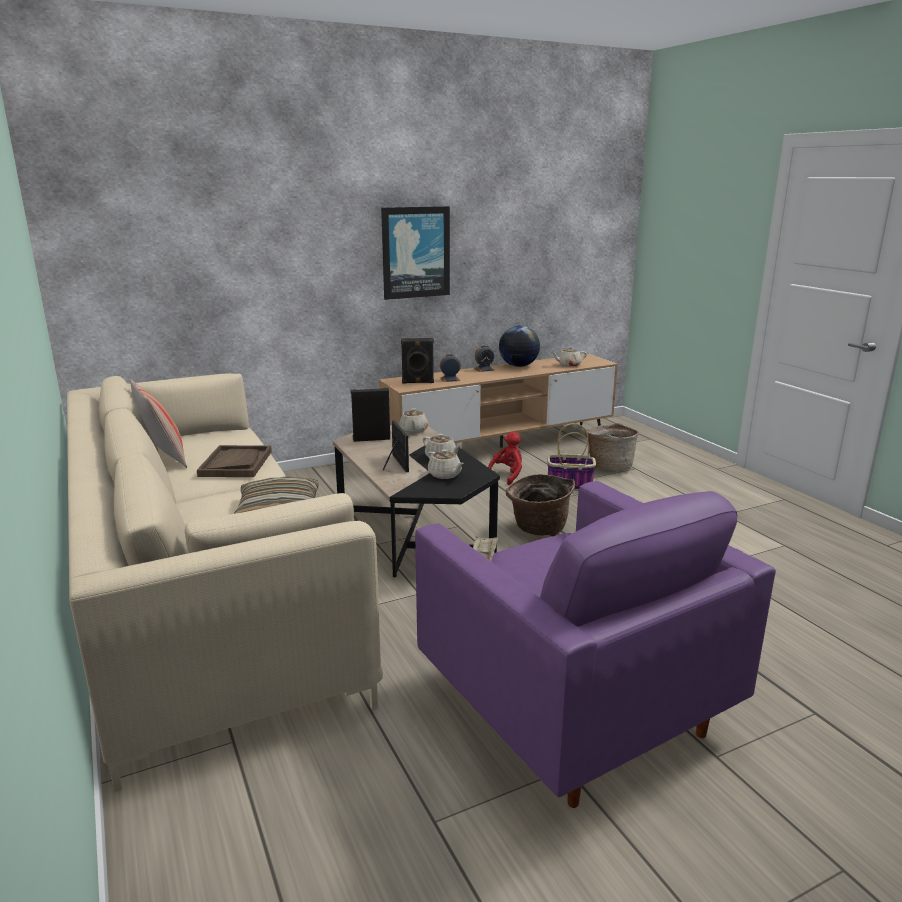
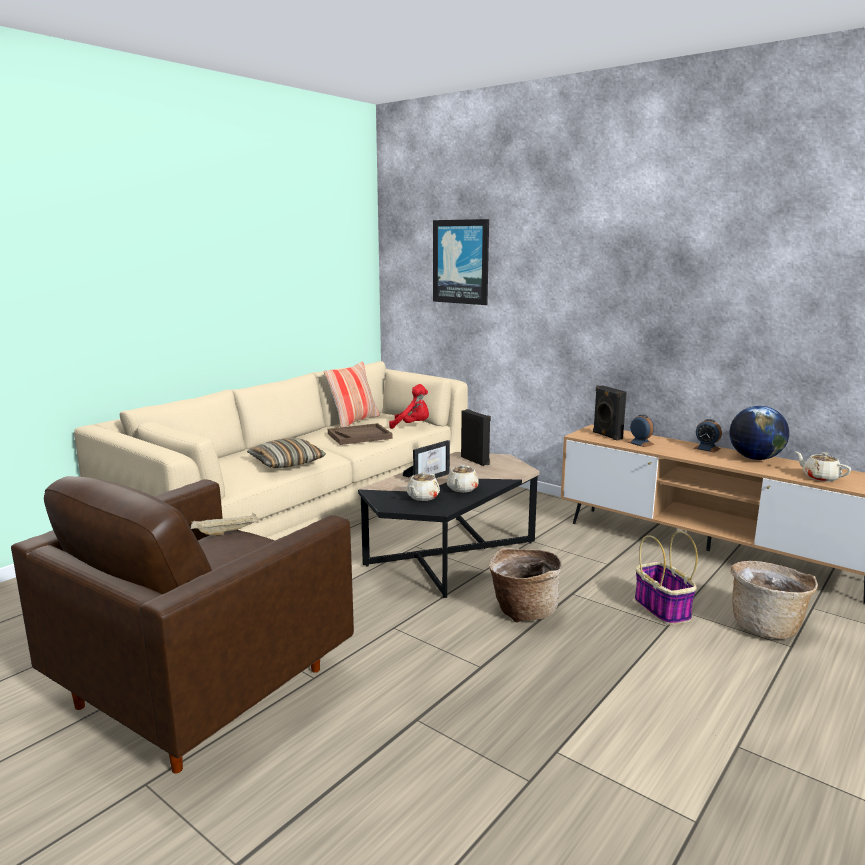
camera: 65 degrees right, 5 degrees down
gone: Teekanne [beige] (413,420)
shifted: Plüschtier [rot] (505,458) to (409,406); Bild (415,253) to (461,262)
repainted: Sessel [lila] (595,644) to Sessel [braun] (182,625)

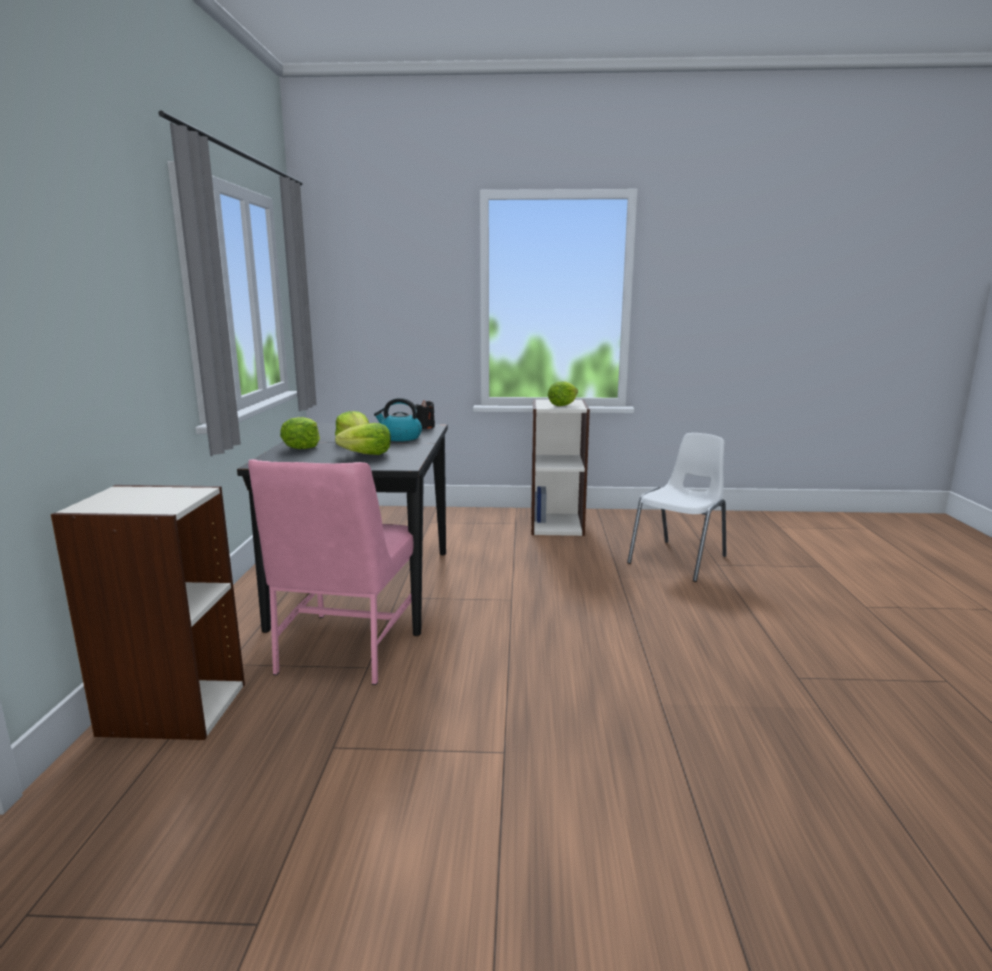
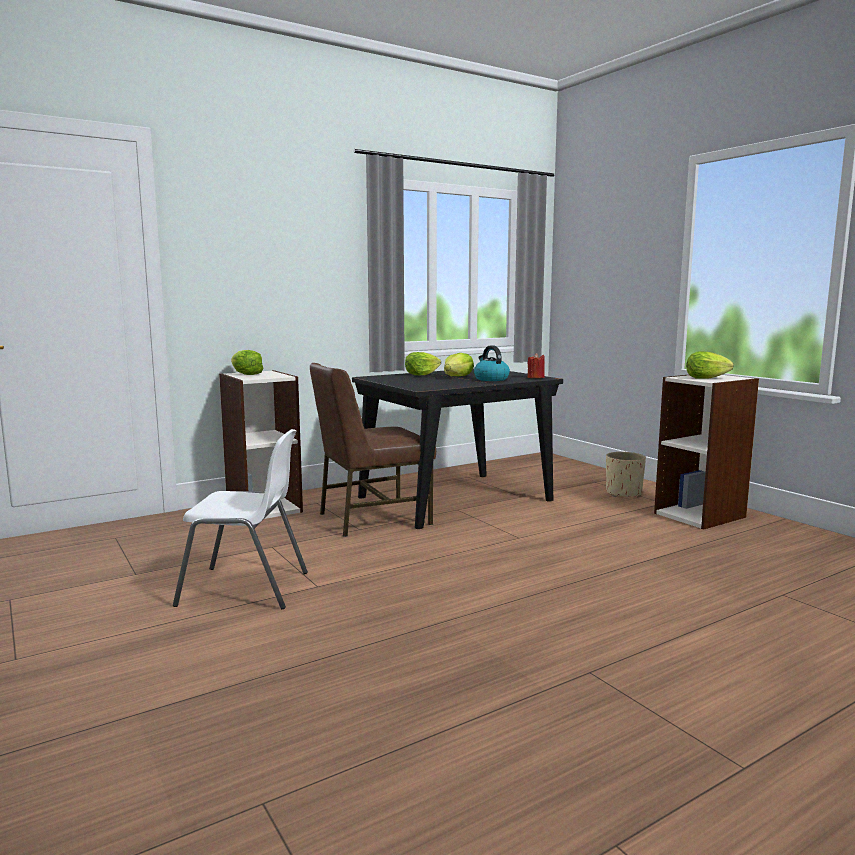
camera: 55 degrees right, 5 degrees down
new: Pflanzkübel [beige] (626,474)
shifted: Stuhl [weiß] (677,507) to (240,519); Salatkopf (363,439) to (247,362)
repainted: Stuhl [rosa] (331,572) to Stuhl [braun] (373,450); Kerze [schwarz] (425,414) to Kerze [rot] (536,365)

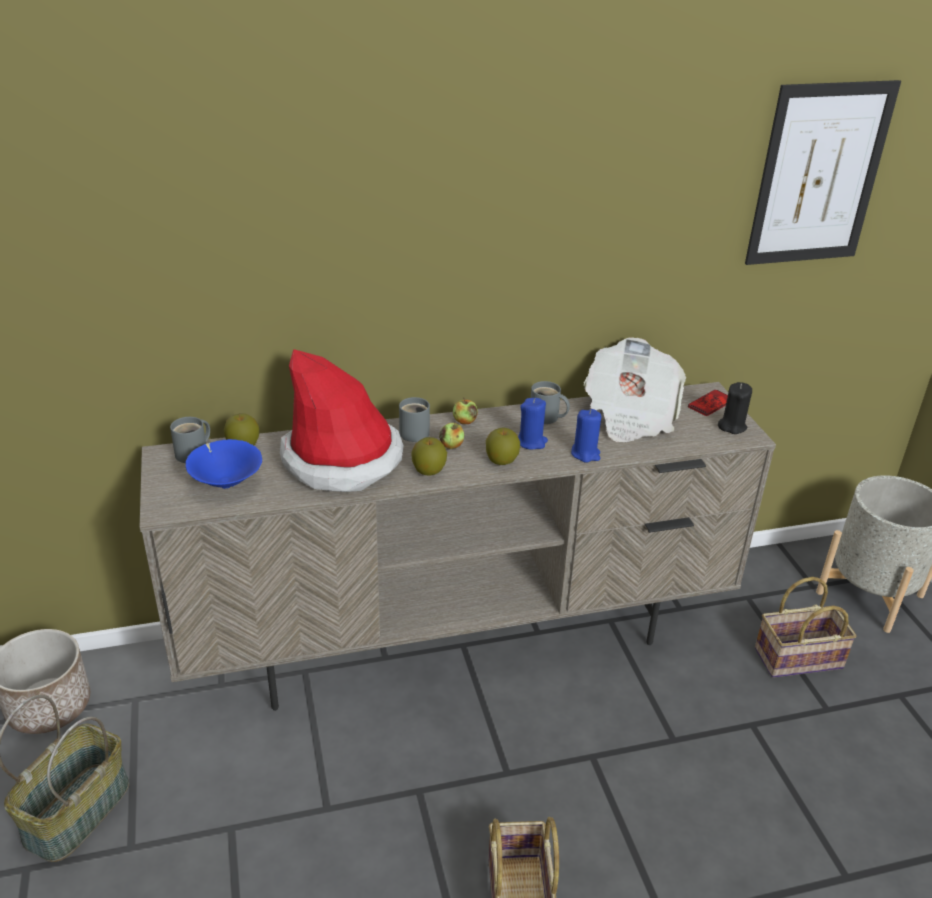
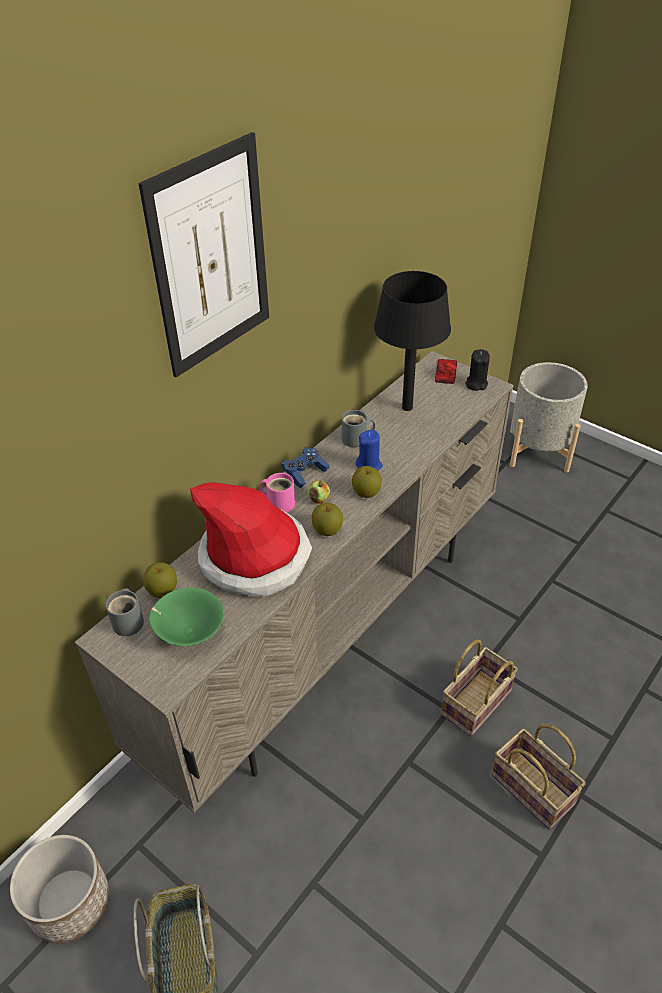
camera: 35 degrees left, 10 degrees up
gone: Kerze [blau] (586,435)
shifted: Bild (823,172) to (204,254); Korb (806,627) to (479,688)
swapped: Apfel (465,411) to Gamepad [blau] (306,467); Zeitung (635,389) to Tischlampe [schwarz] (412,341)
repainted: Schüssel [blau] (224,464) to Schüssel [grün] (186,616); Henkelbecher [grau] (414,419) to Henkelbecher [rosa] (277,492)

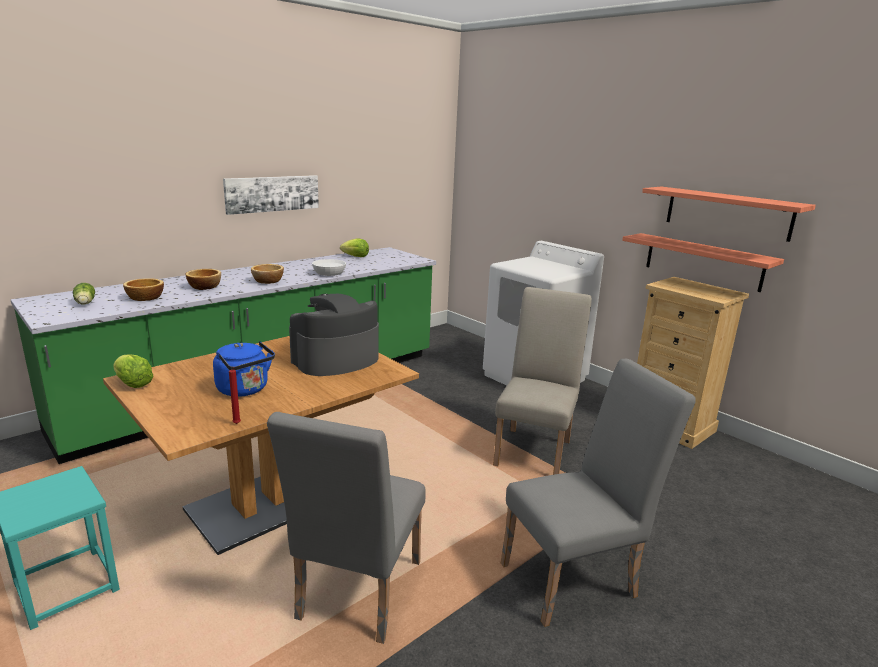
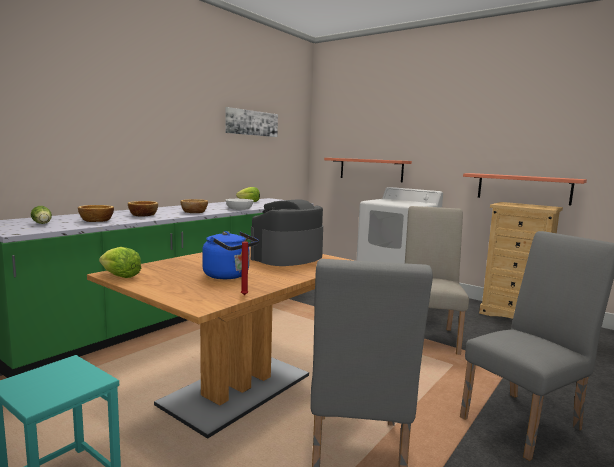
camera: 10 degrees left, 10 degrees down
shifted: Bild (271,195) to (251,122); Wandregal (729,214) to (368,170)

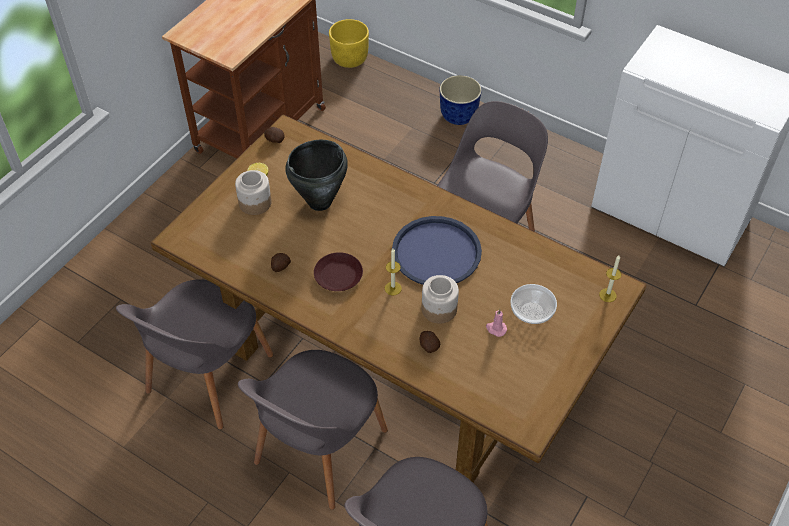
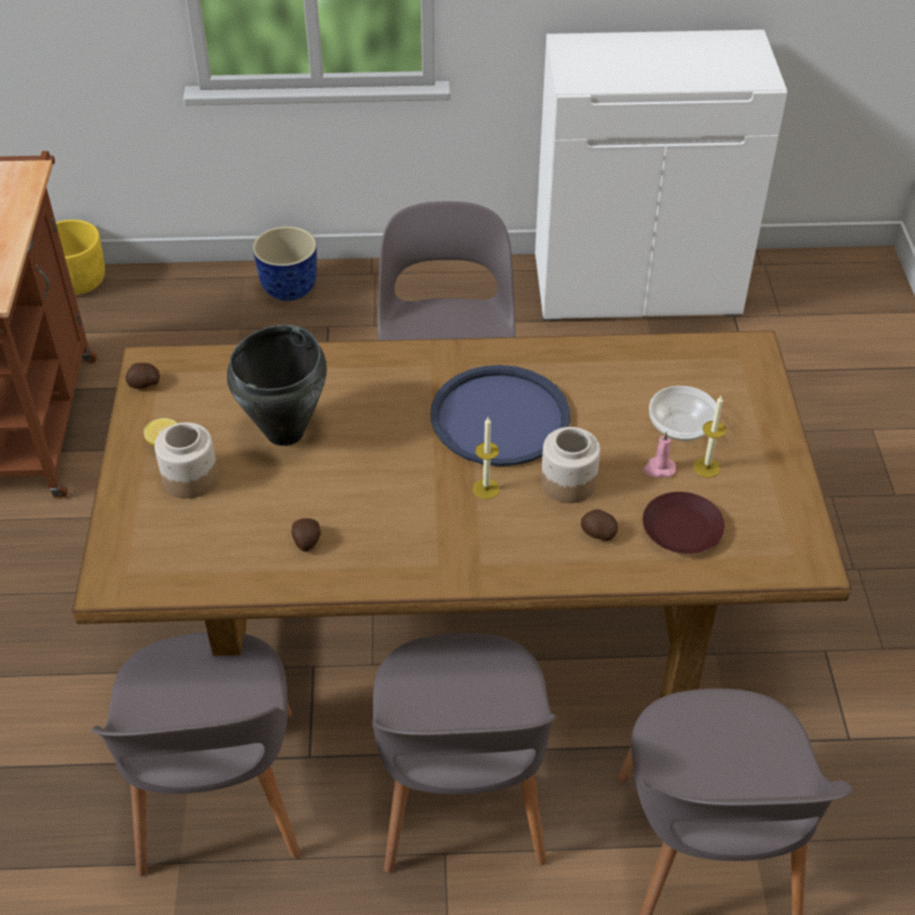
camera: 35 degrees left, 5 degrees down
shifted: Teller [braun] (338,271) to (684,523); Kerze (610,278) to (709,437)

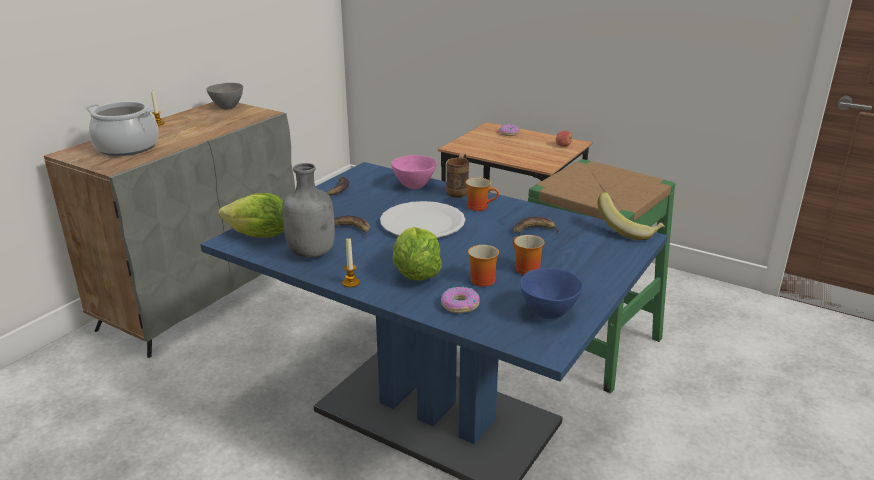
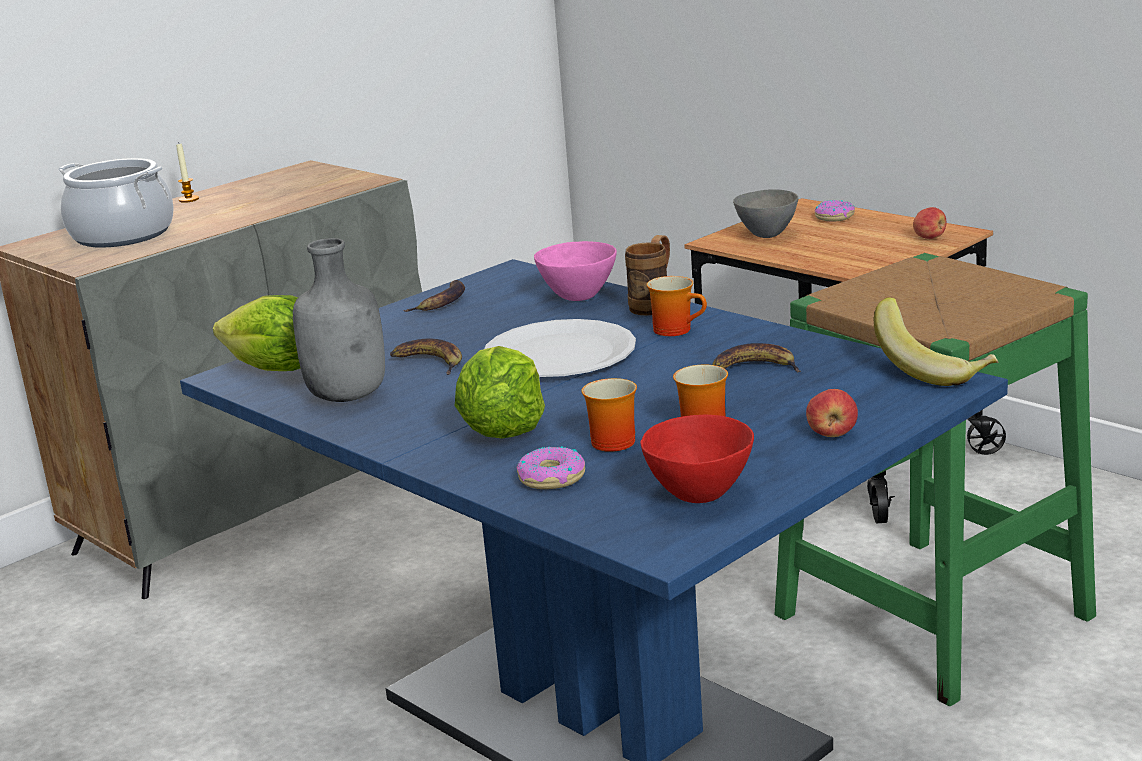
camera: 15 degrees right, 5 degrees down
gone: Kerze (351,263)
new: Apfel (832,413)
shifted: Schüssel [grau] (224,96) to (766,213)
repainted: Schüssel [blau] (551,293) to Schüssel [rot] (697,458)

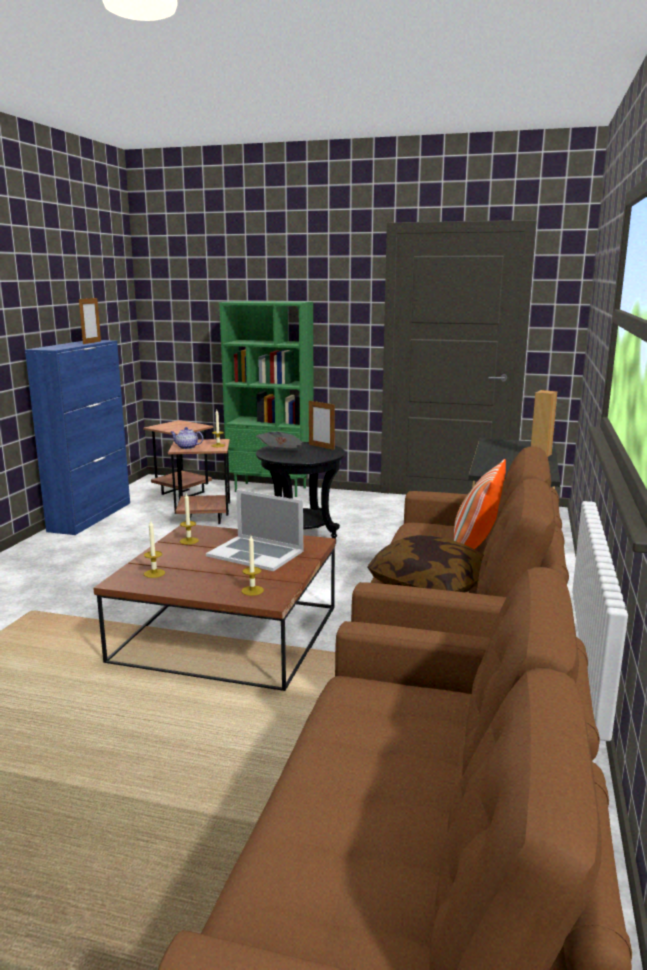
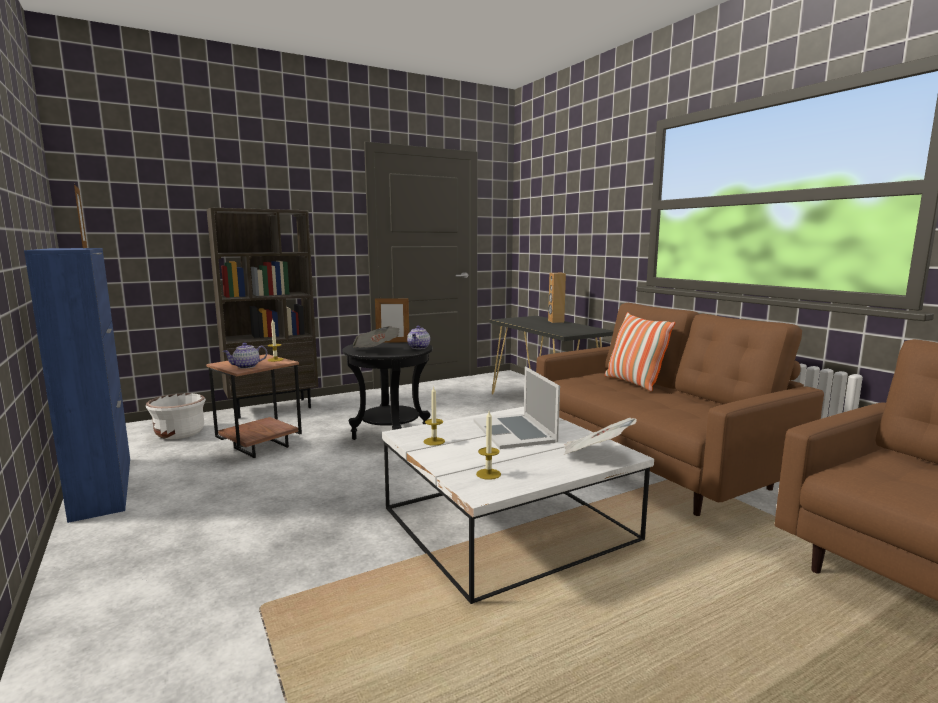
camera: 45 degrees left, 5 degrees down
gone: Kissen (425,564)
new: Teekanne (418,337)
swapped: Beistelltisch [braun] (178,458) to Pflanzkübel [weiß] (176,416); Kerze (253,566) to Zeitung (600,436)
repainted: Bücherregal [grün] (266,399) to Bücherregal [braun] (262,313); Couchtisch [braun] (214,608) to Couchtisch [weiß] (518,505)
rotated: Laptop (254,530) = (517,407) 90 degrees clockwise

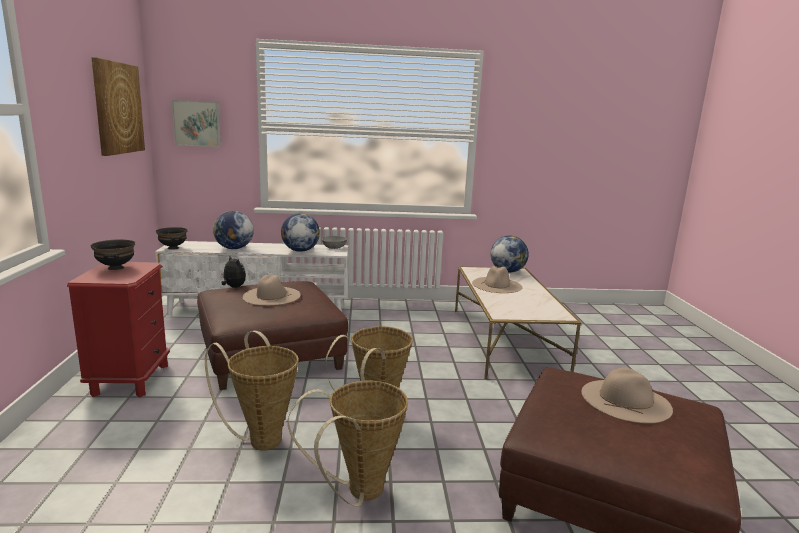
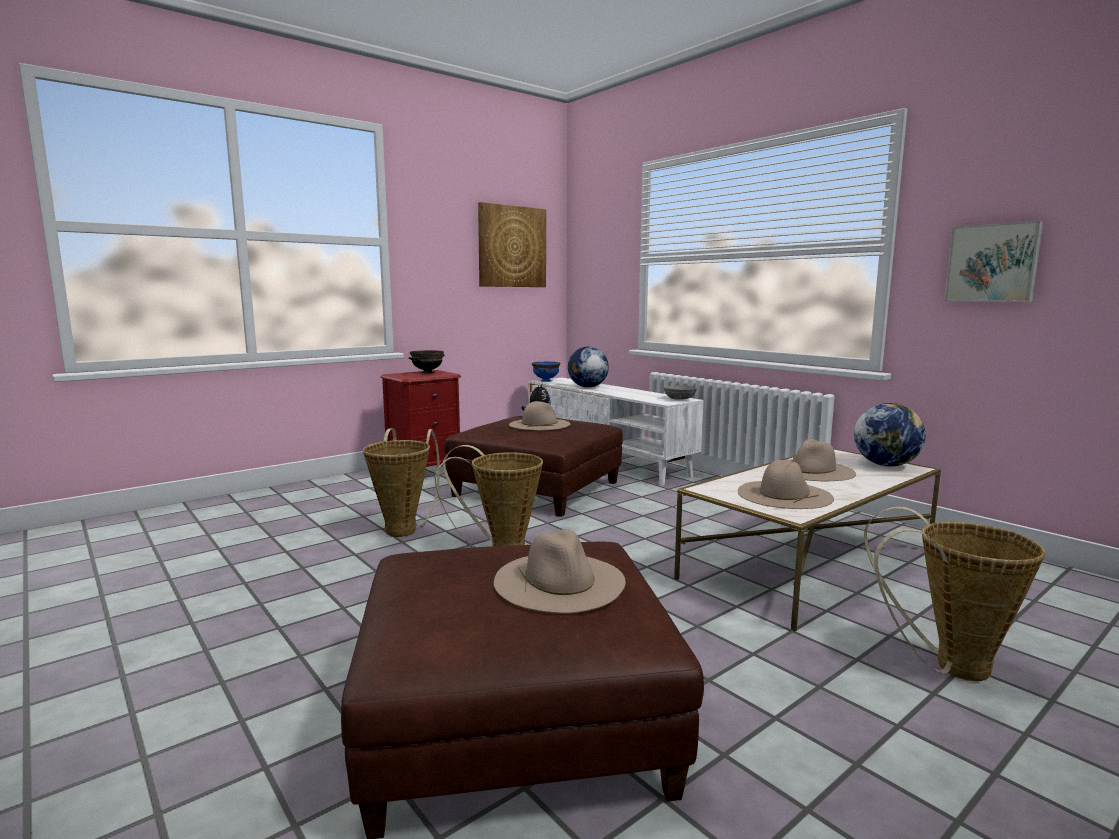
camera: 55 degrees right, 5 degrees down
gone: Globus (300,232)
new: Hut [beige] (786,484)
shifted: Korb (348,444) to (954,593); Bild (196,123) to (993,261)
repainted: Schüssel [schwarz] (172,238) to Schüssel [blau] (546,372)

